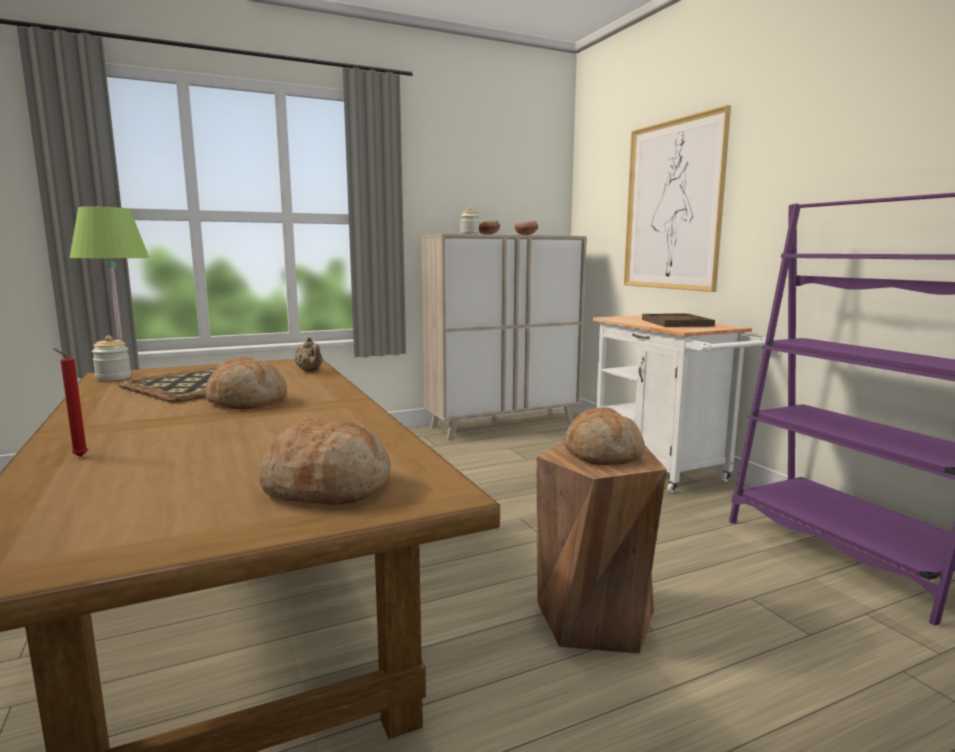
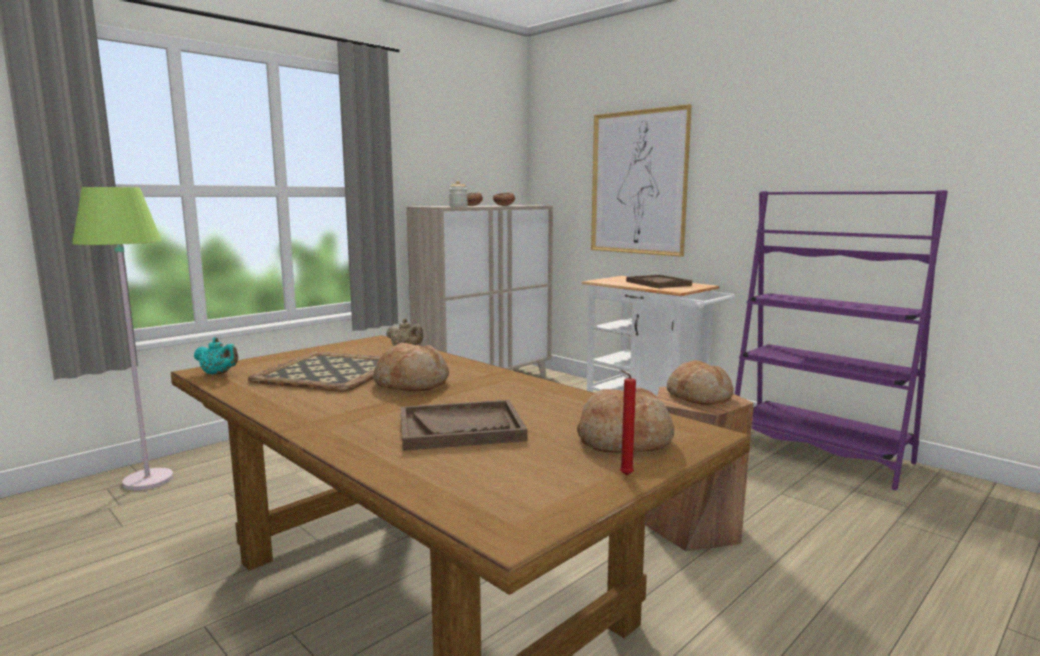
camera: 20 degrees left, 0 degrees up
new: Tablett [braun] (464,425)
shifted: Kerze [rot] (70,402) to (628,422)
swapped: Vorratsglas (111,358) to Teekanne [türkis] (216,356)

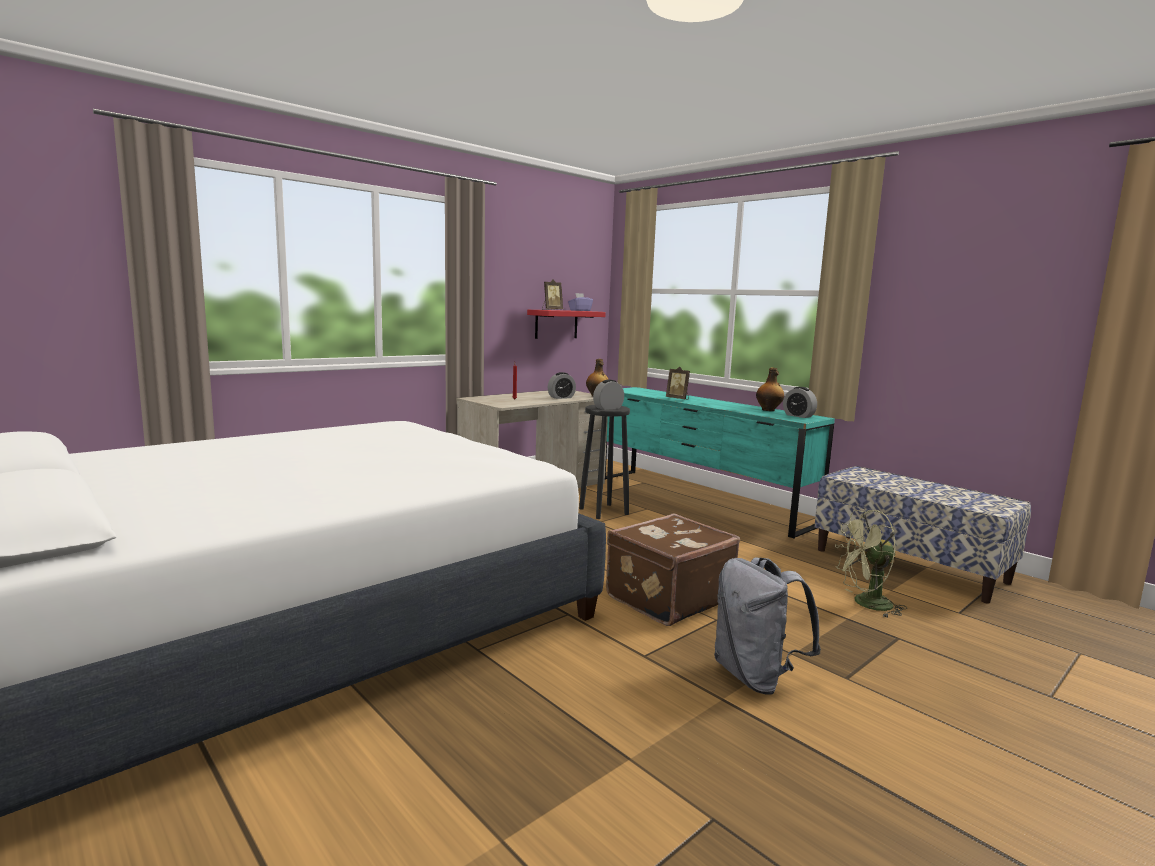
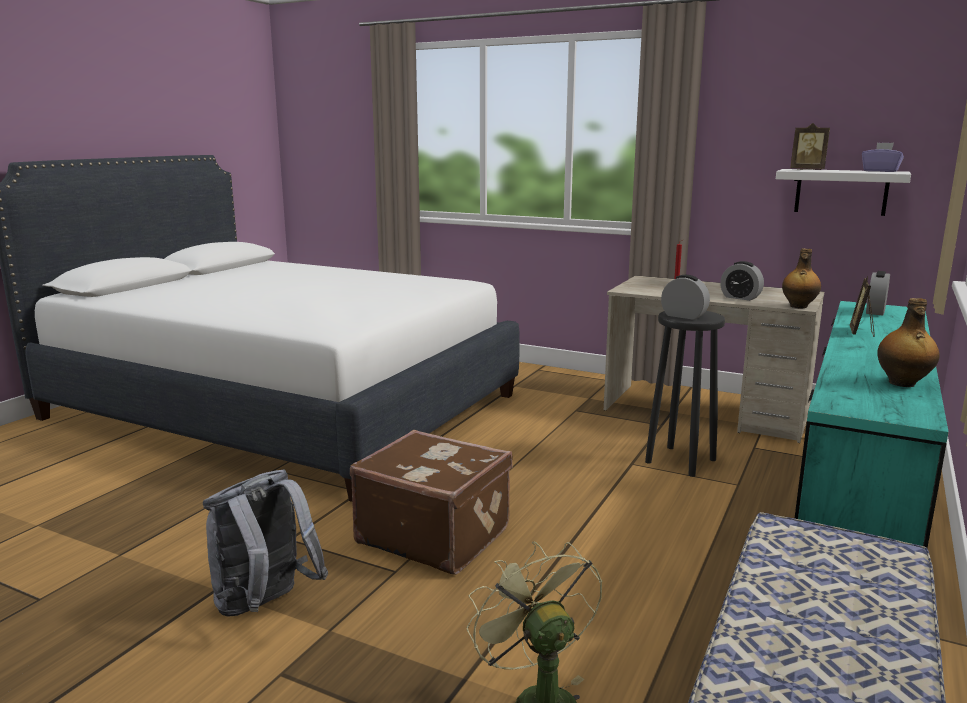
camera: 70 degrees right, 5 degrees up
shifted: Wecker (800,402) to (878,293)
repainted: Wandregal [rot] (566,324) to Wandregal [weiß] (843,192)

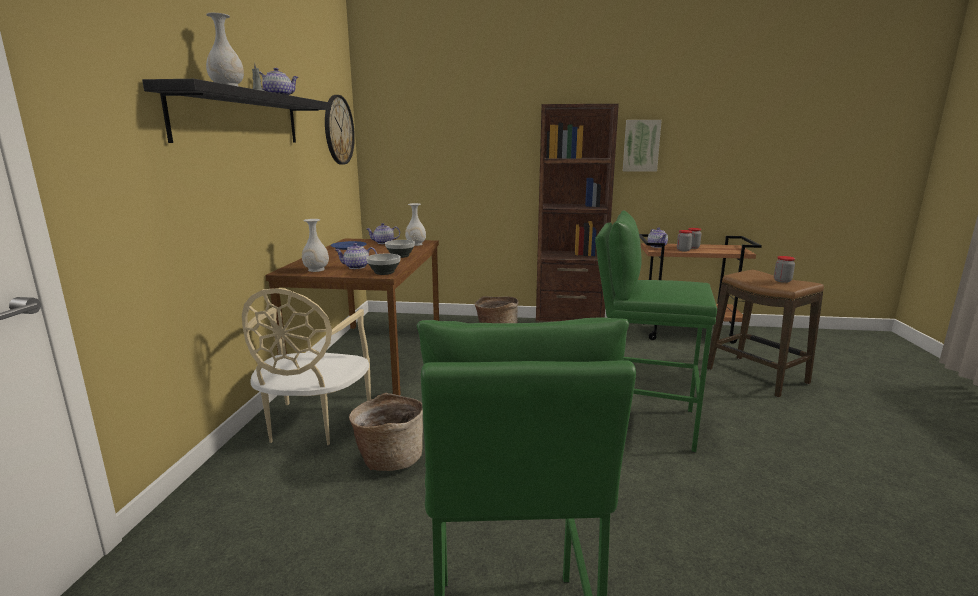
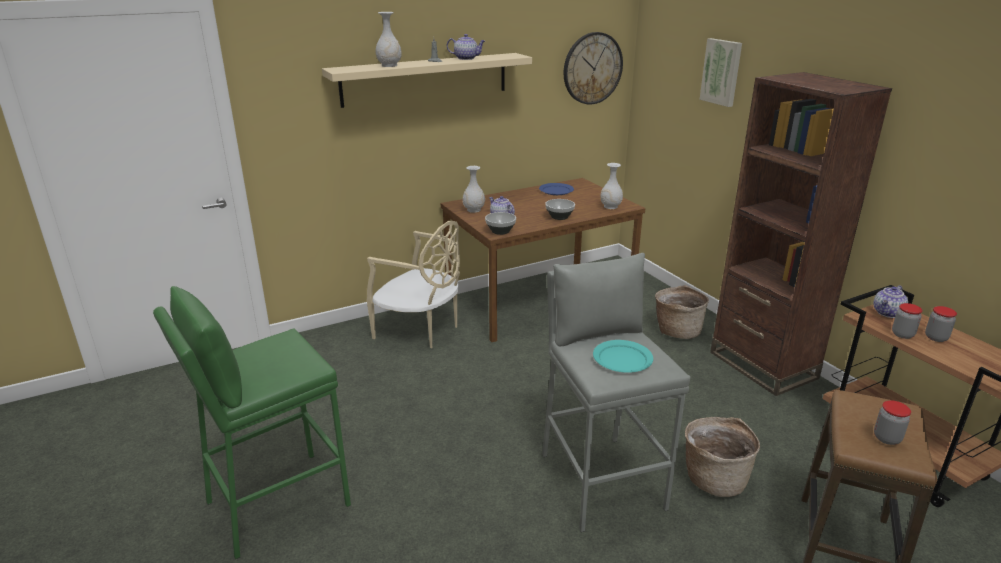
camera: 55 degrees right, 10 degrees up
gone: Teekanne (383,233)
new: Teller [türkis] (623,356)
shifted: Korb (386,432) to (722,457); Bild (642,146) to (721,72)
repainted: Wandregal [schwarz] (236,111) to Wandregal [beige] (427,80); Hocker [grün] (656,332) to Hocker [grau] (616,392)
rotated: Stuhl [beige] (306,366) = (413,284) 120 degrees counterclockwise

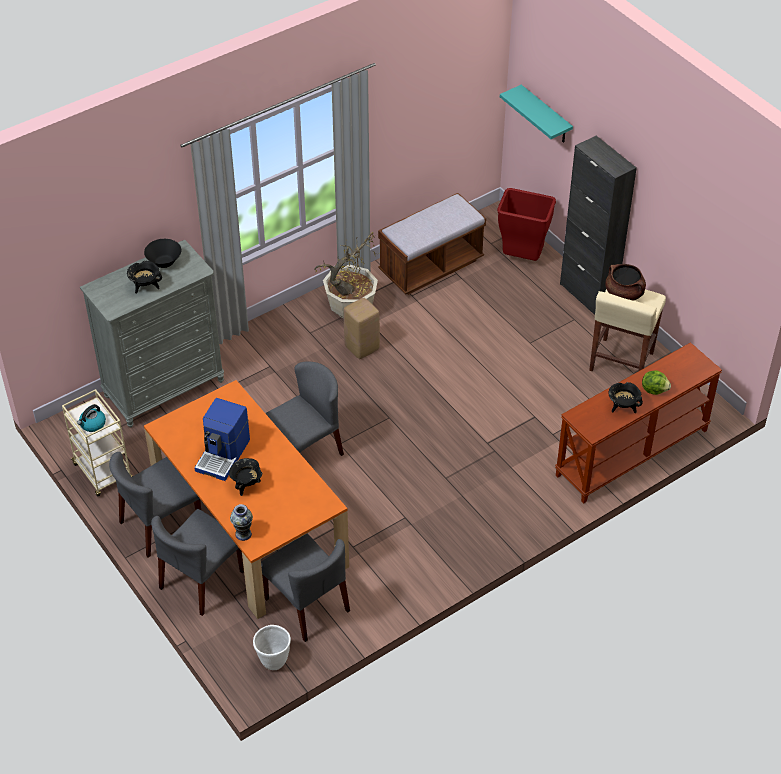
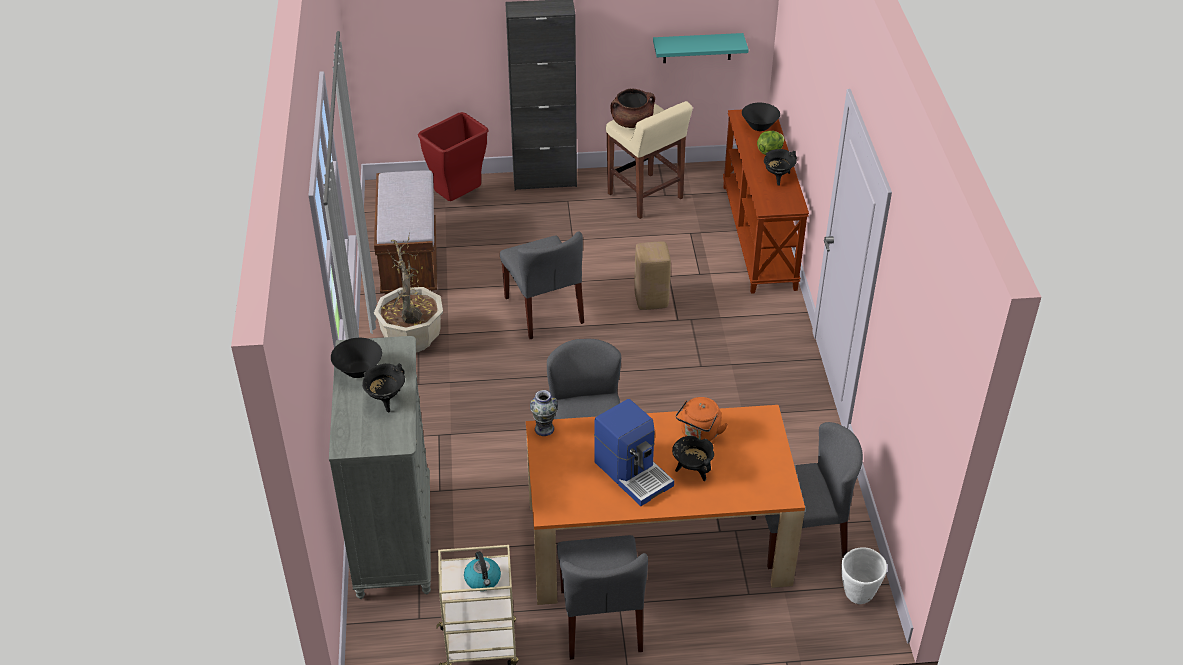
camera: 60 degrees left, 5 degrees down
new: Wasserkessel [orange] (702,419); Schüssel [schwarz] (761,117)
shifted: Stuhl [grau] (197,562) to (542,285); Vase (241,522) to (544,413); Hocker [beige] (362,328) to (652,275); Wandregal [türkis] (536,114) to (701,48)

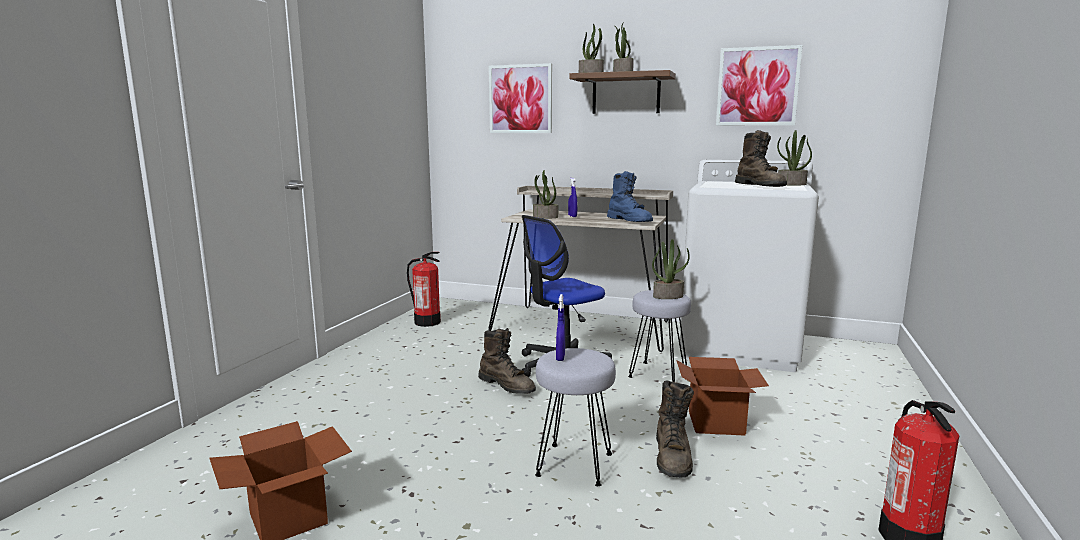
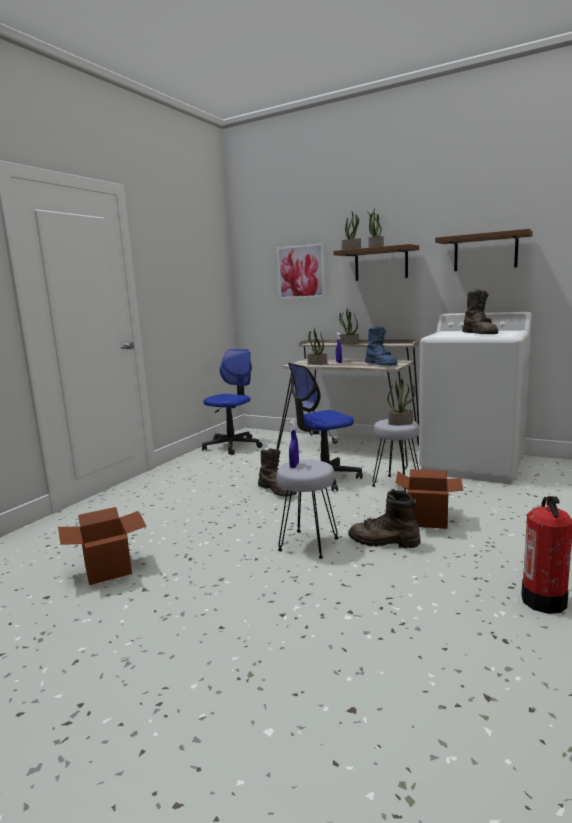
camera: 10 degrees right, 0 degrees up
shifted: Topfpflanze (794,157) to (349,326)
swapped: Feuerlöscher (424,289) to Bürostuhl (232,402); Bild (759,85) to Wandregal [braun] (484,250)
rotated: Stiefel [braun] (675,429) = (384,519) 90 degrees clockwise

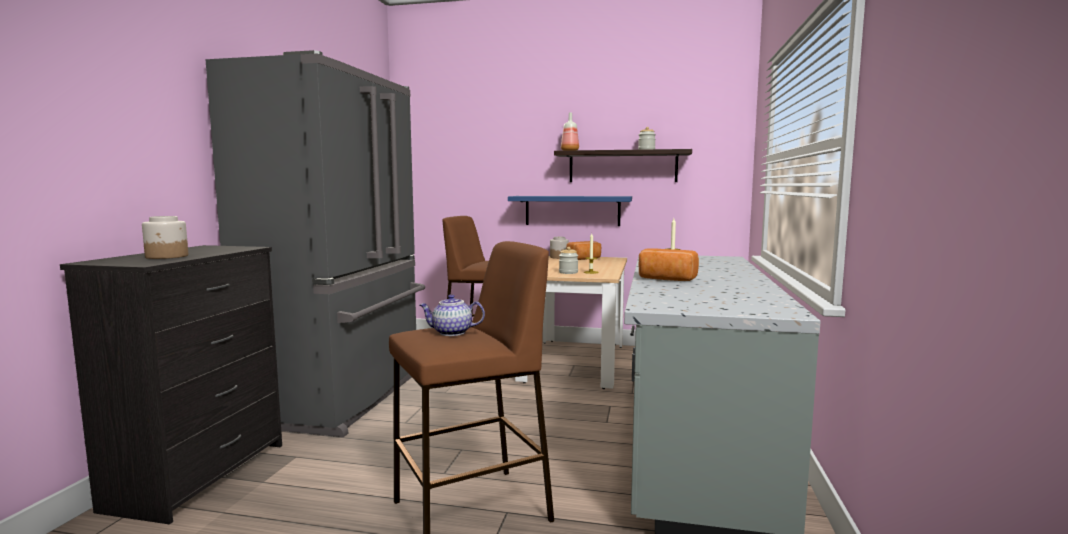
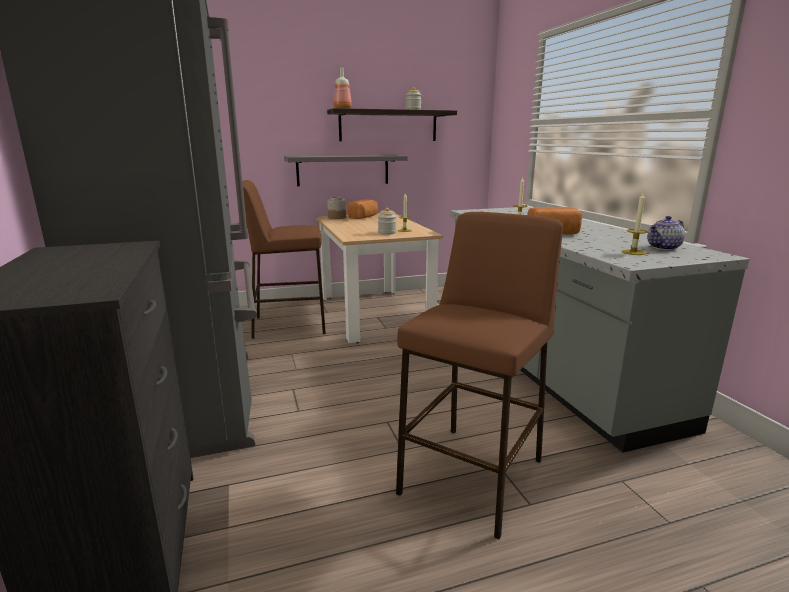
camera: 30 degrees left, 10 degrees up
gone: Vorratsglas (165,237)
new: Kerze (634,224)
shifted: Teekanne (452,315) to (666,233)
repainted: Wandregal [blau] (570,211) to Wandregal [grau] (346,170)

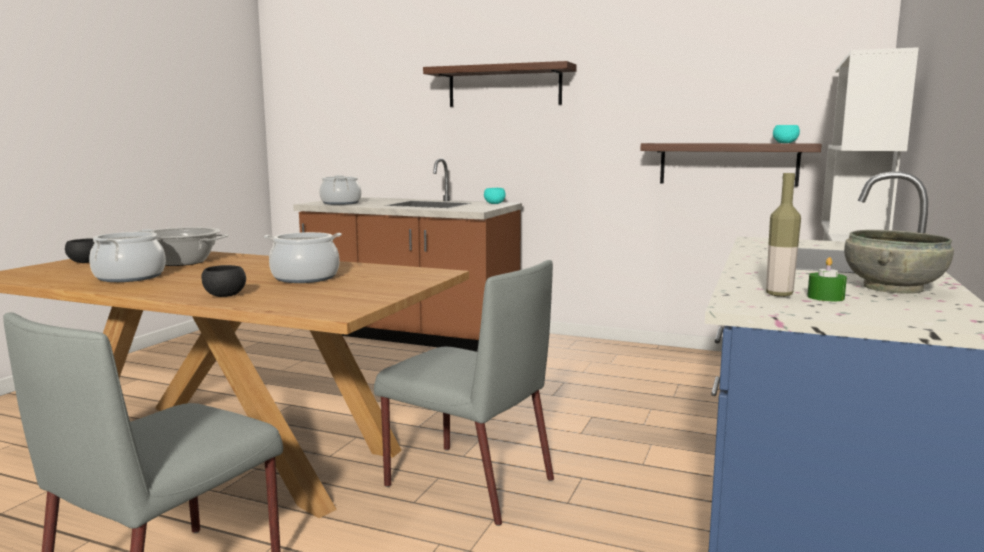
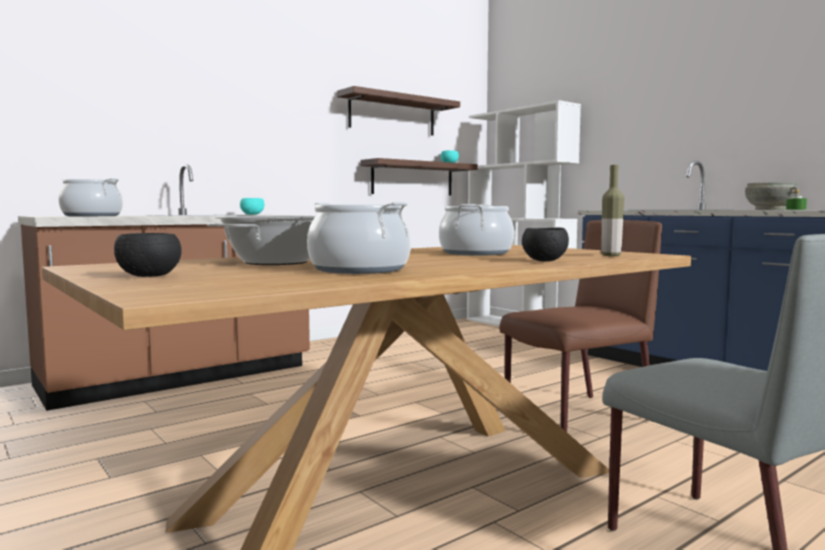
camera: 60 degrees left, 5 degrees down
shifted: Wandregal (500,84) to (398,111); Flasche (783,235) to (612,210)
repainted: Stuhl [grau] (464,393) to Stuhl [braun] (580,326)

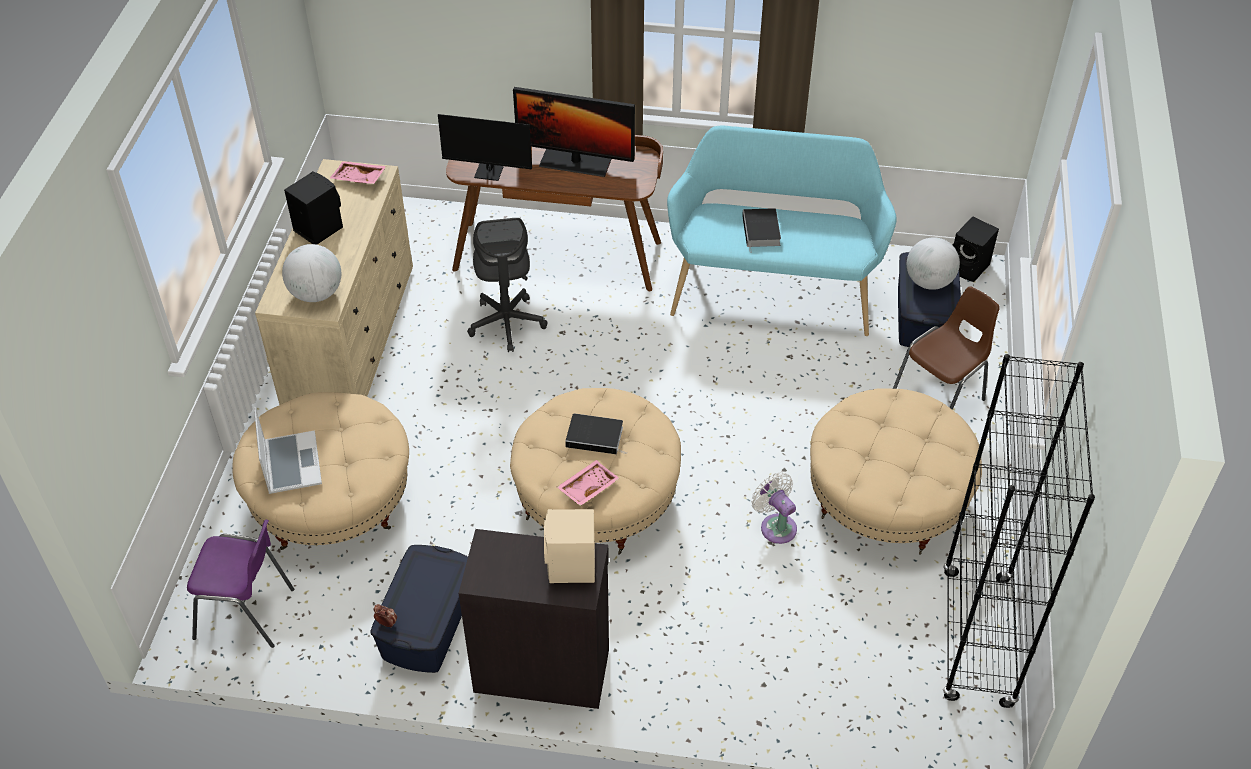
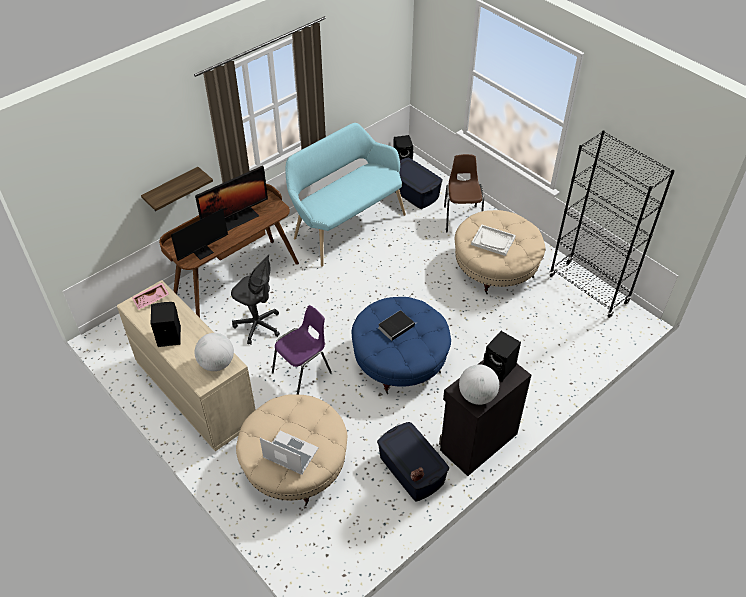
camera: 50 degrees left, 0 degrees up
gone: Tablett [rosa] (588,483); Buch (761,230); Ventilator [weiß] (774,508)
new: Wandregal (177,189); Tablett [weiß] (493,240)
shifted: Stuhl [lila] (240,584) to (302,350); Globus (933,263) to (479,384)
repainted: Polsterhocker [beige] (595,471) to Polsterhocker [blau] (401,345); Lautsprecher [beige] (569,546) to Lautsprecher [schwarz] (502,356)

